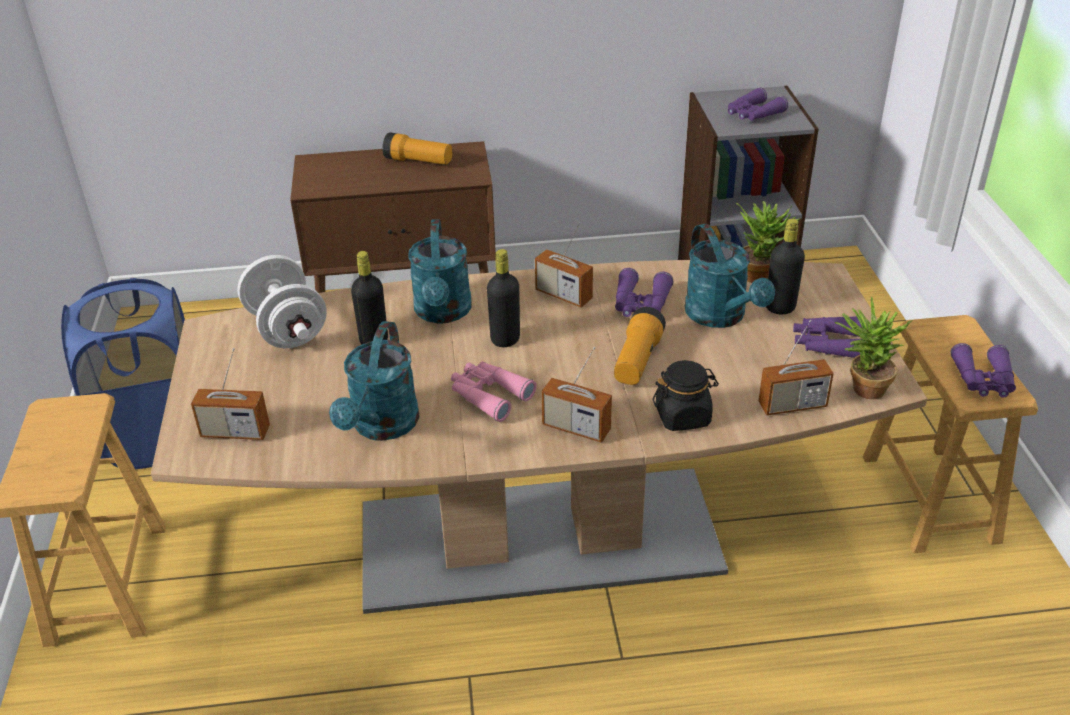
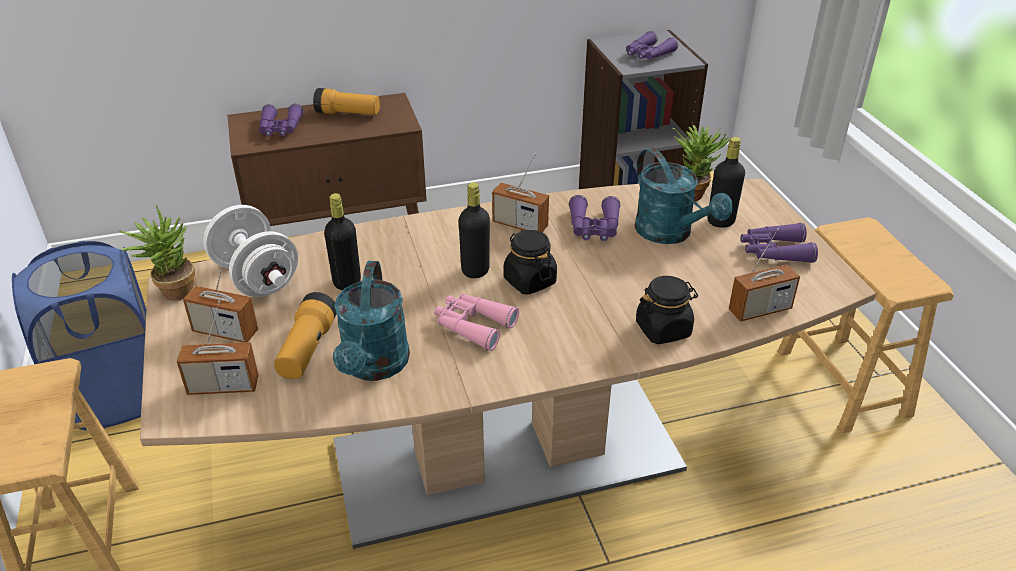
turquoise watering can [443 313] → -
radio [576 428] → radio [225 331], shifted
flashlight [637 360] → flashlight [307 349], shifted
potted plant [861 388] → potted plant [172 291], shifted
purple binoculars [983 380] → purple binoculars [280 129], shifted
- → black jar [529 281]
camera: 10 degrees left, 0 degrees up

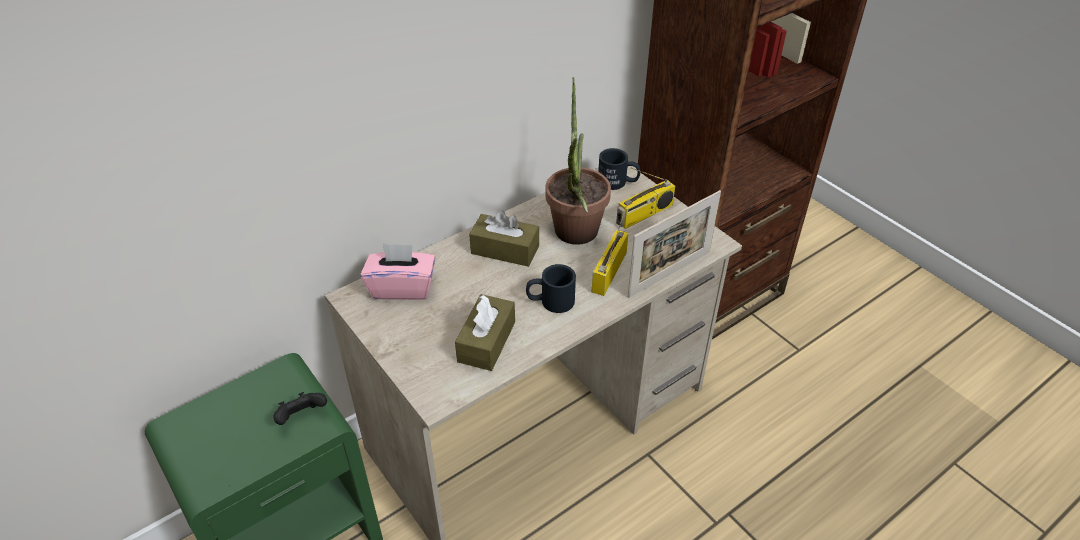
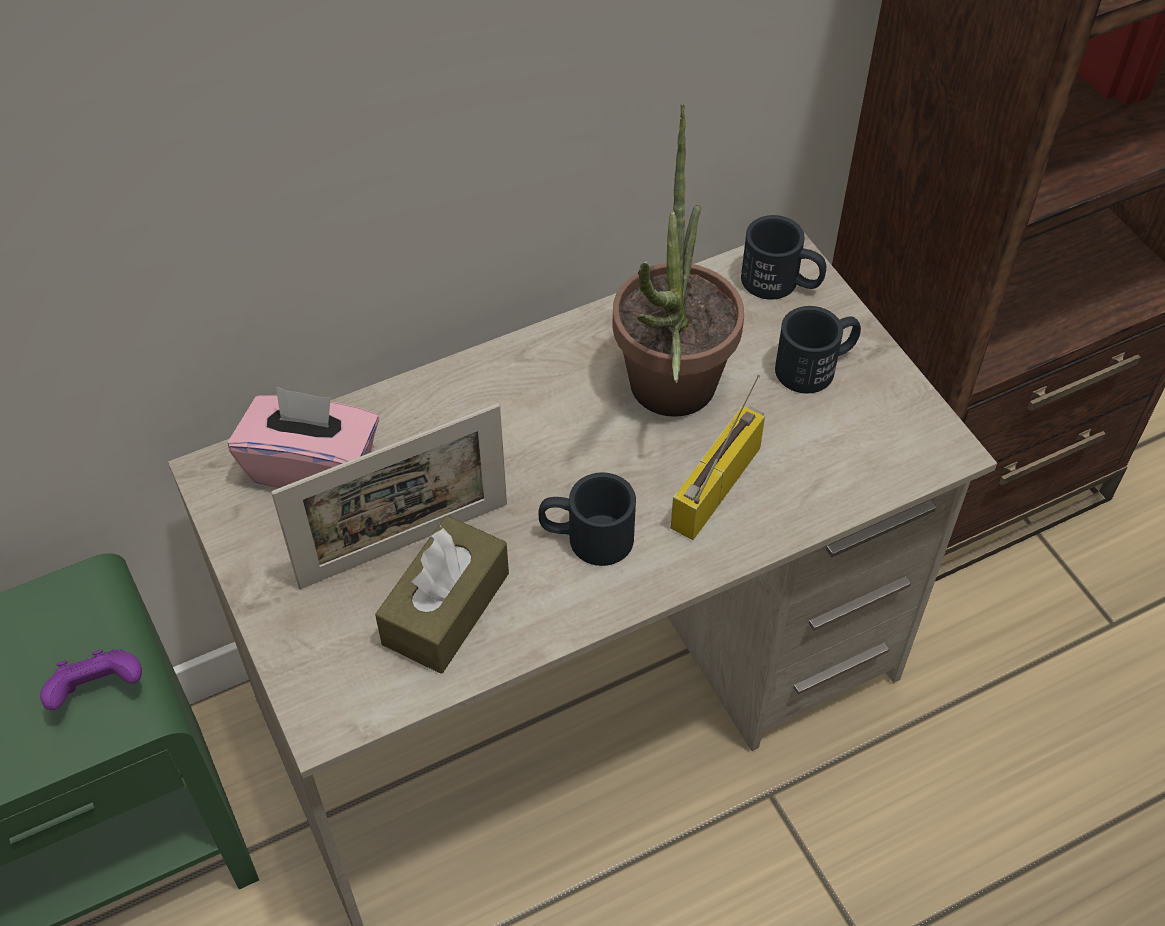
black game controller [302 417] → purple game controller [99 691]
brown tissue box [505 250] → -
radio [644 215] → black mug [816 366]
picture frame [669 274] → picture frame [404 545], shifted
camera: 10 degrees right, 10 degrees up

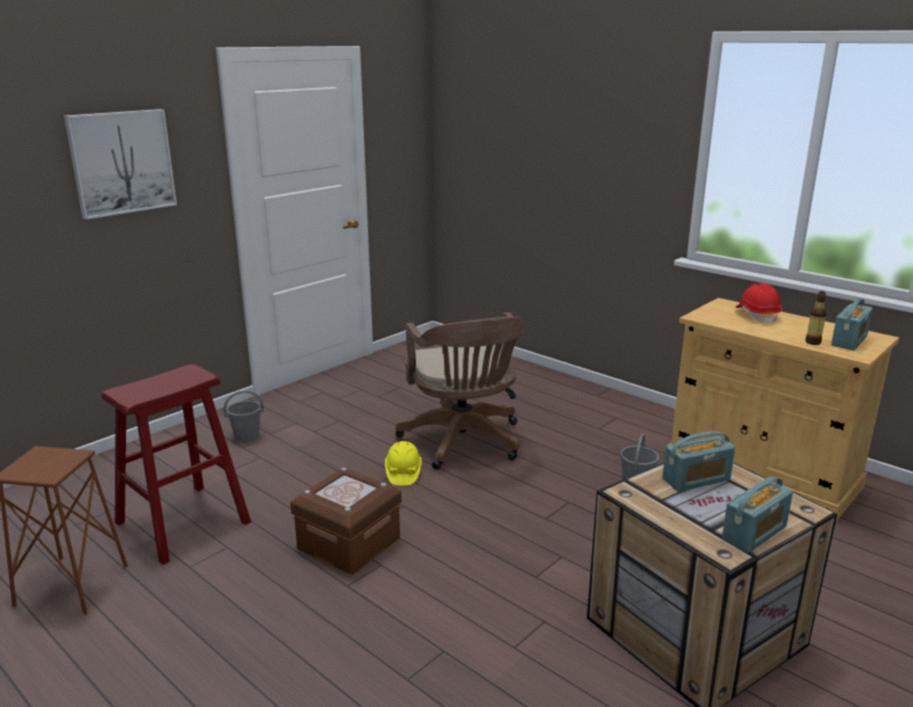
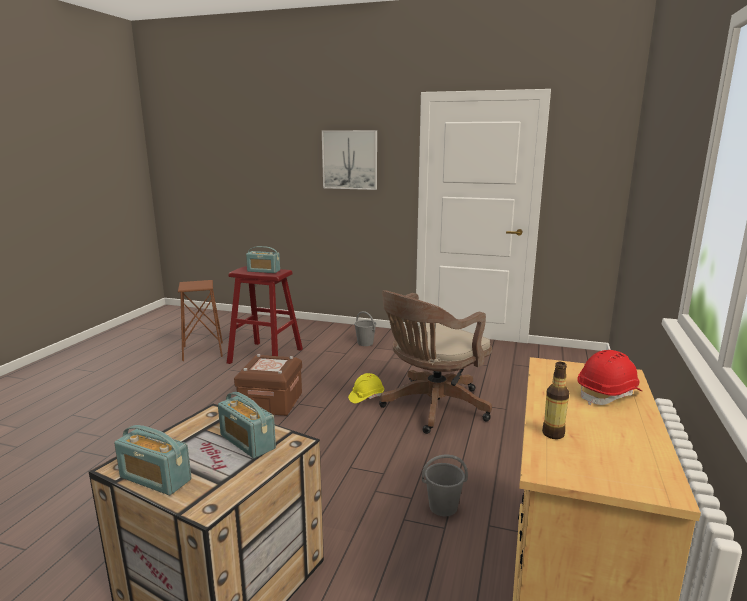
radio [849 341] → radio [263 271], shifted
camera: 65 degrees right, 5 degrees down

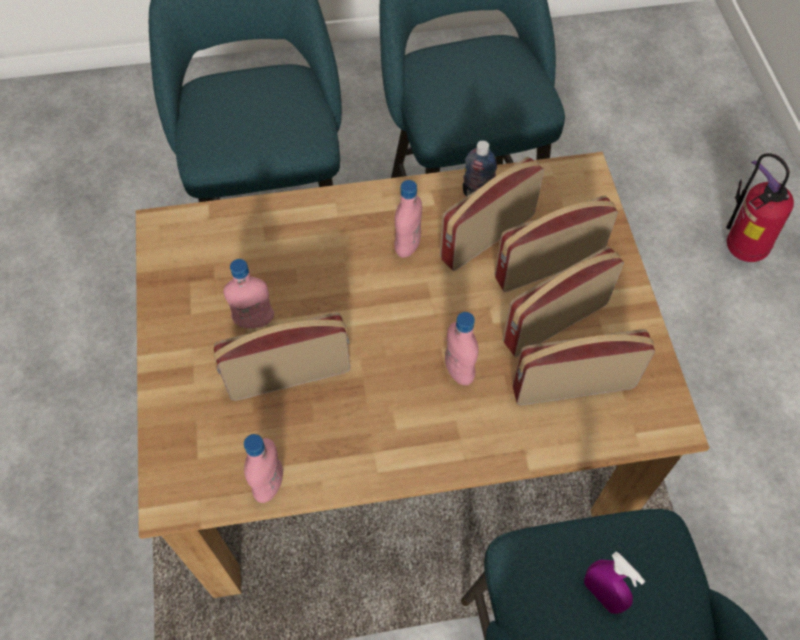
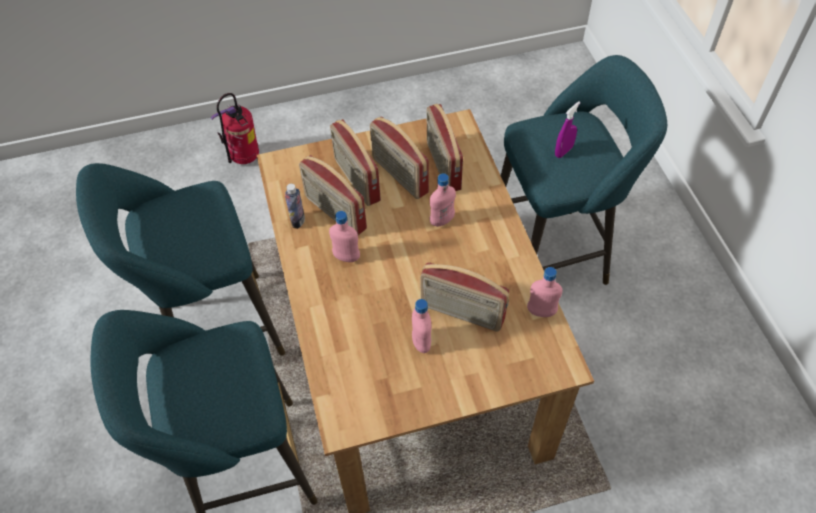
radio [289 375] → radio [461 313], 45 degrees counterclockwise
camera: 95 degrees left, 5 degrees down

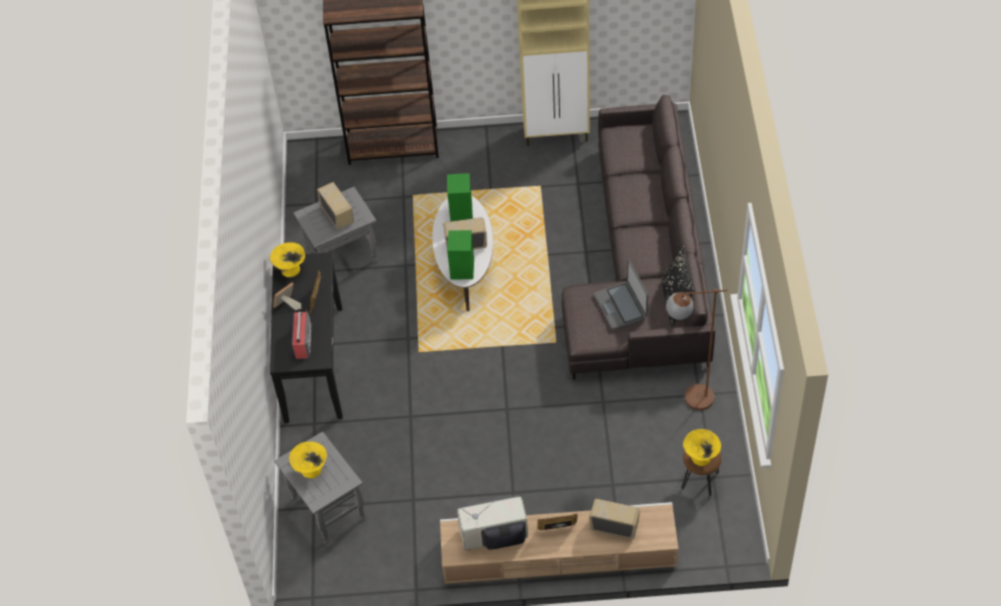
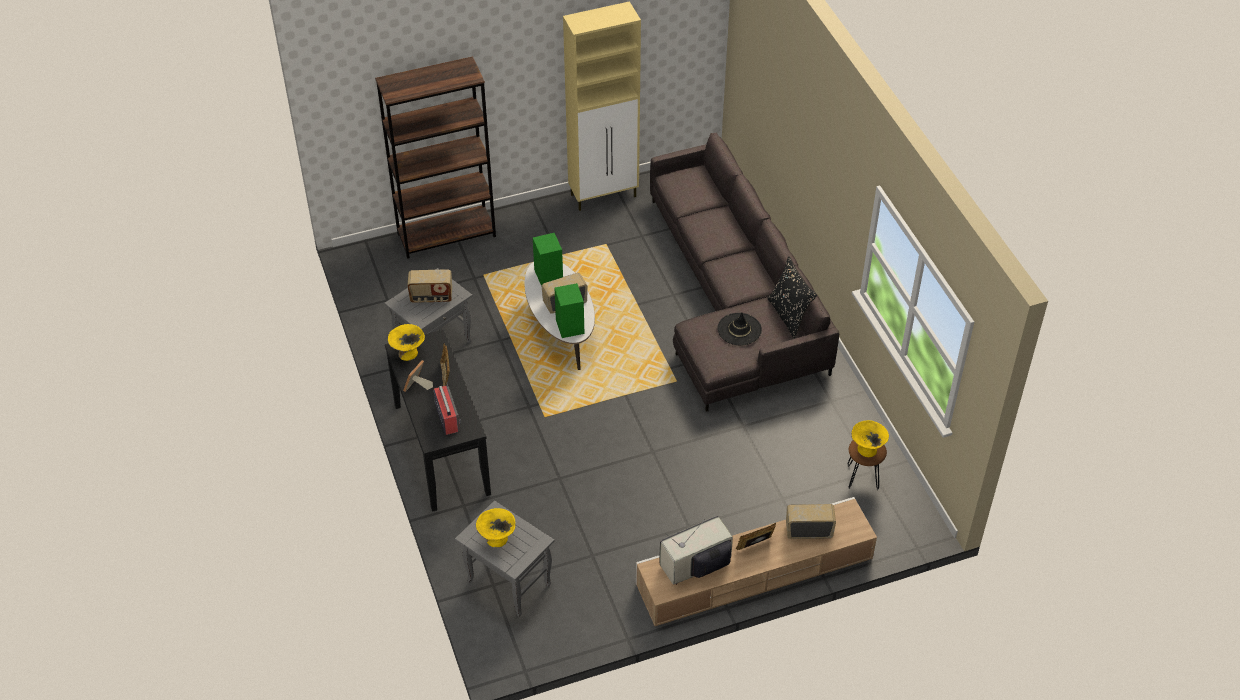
radio [338 215] → radio [431 297], 135 degrees clockwise
laptop [621 306] → black hat [739 329]
brown floor lamp [688 398] → -
camera: 20 degrees left, 5 degrees down

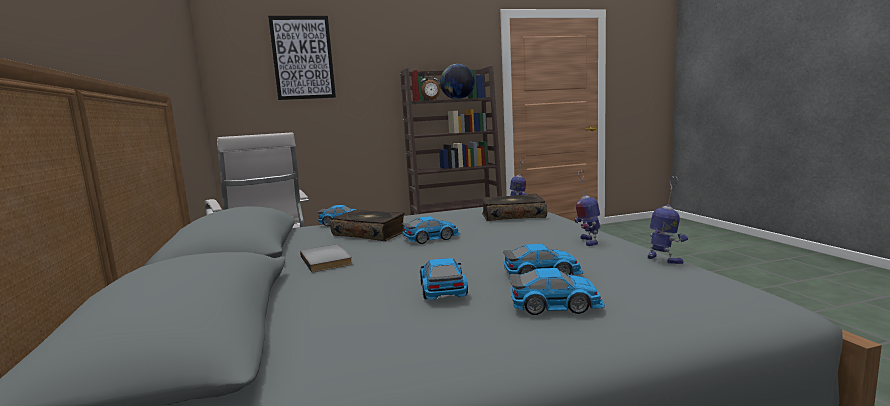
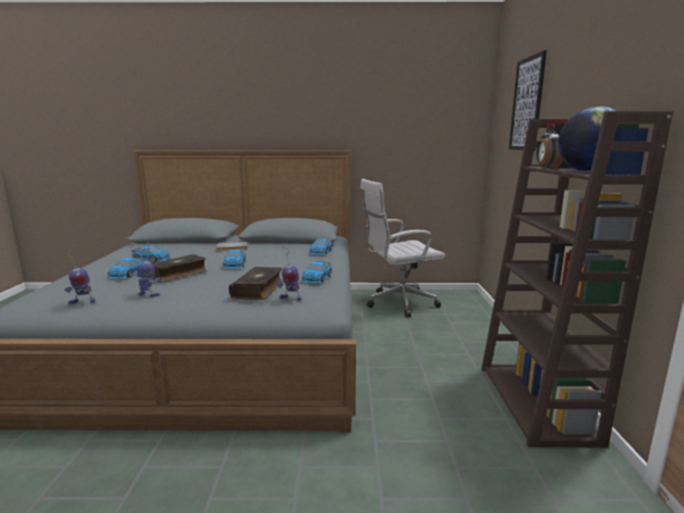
book [370 234] → book [178 274], shifted
toy car [556 305] → toy car [317 278], shifted
camera: 105 degrees right, 5 degrees up

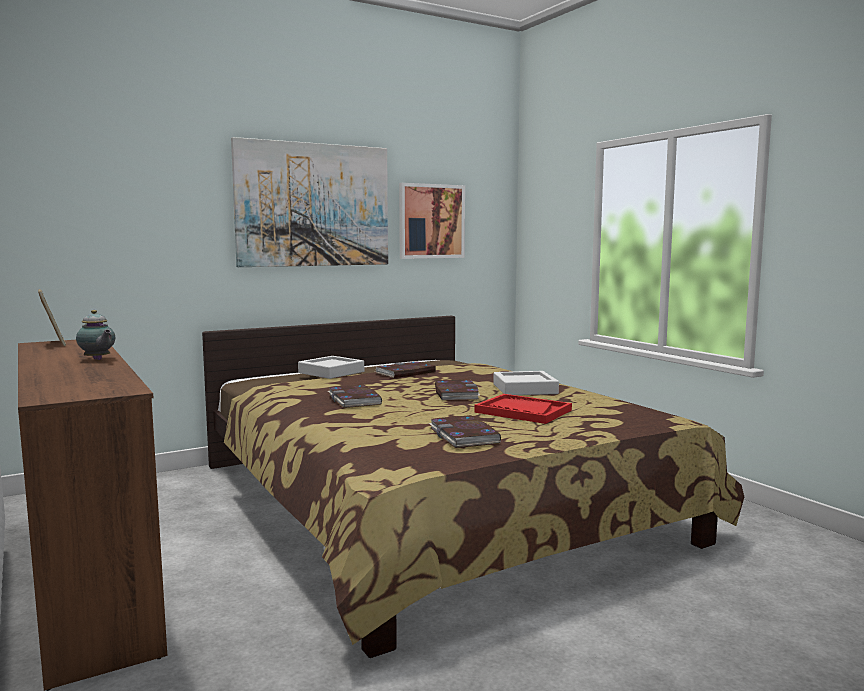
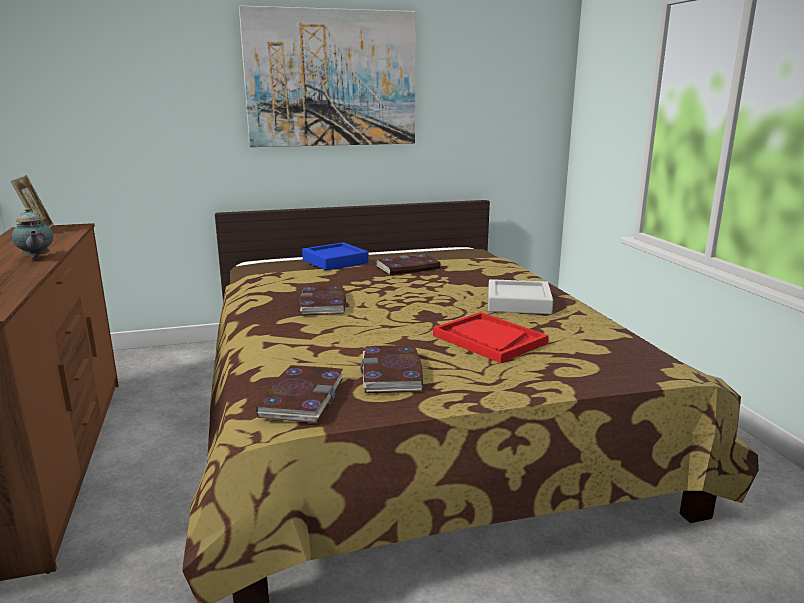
grey tray [331 372] → blue tray [335 261]
picture [431 221] → -
book [456 393] → book [302 397], shifted
camera: 15 degrees right, 10 degrees up

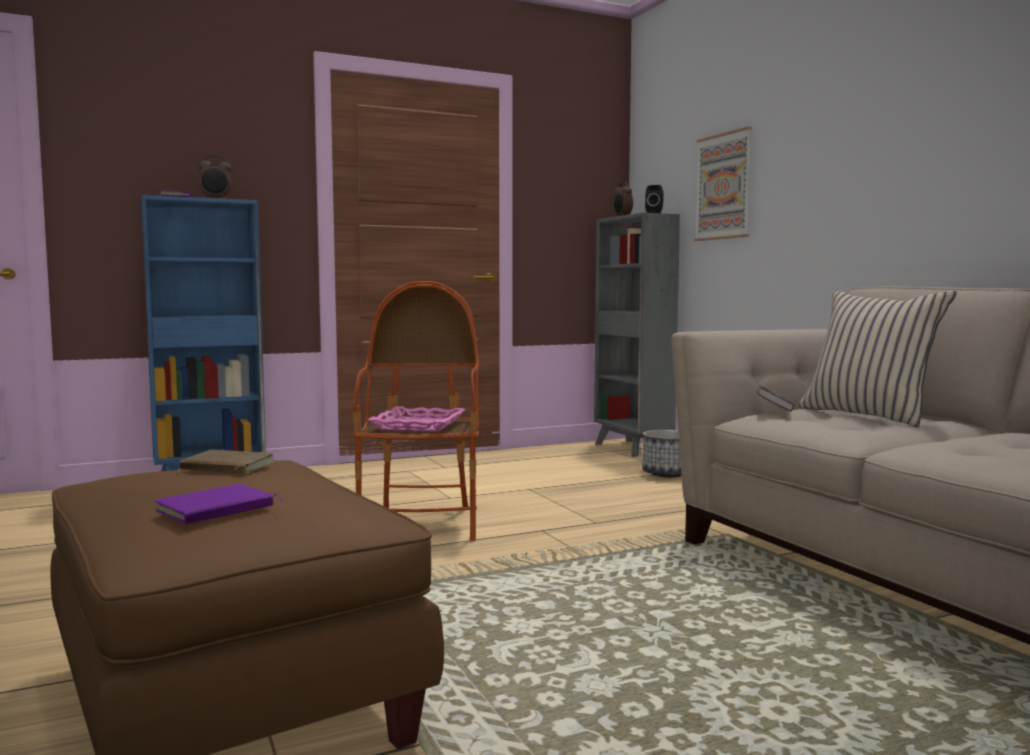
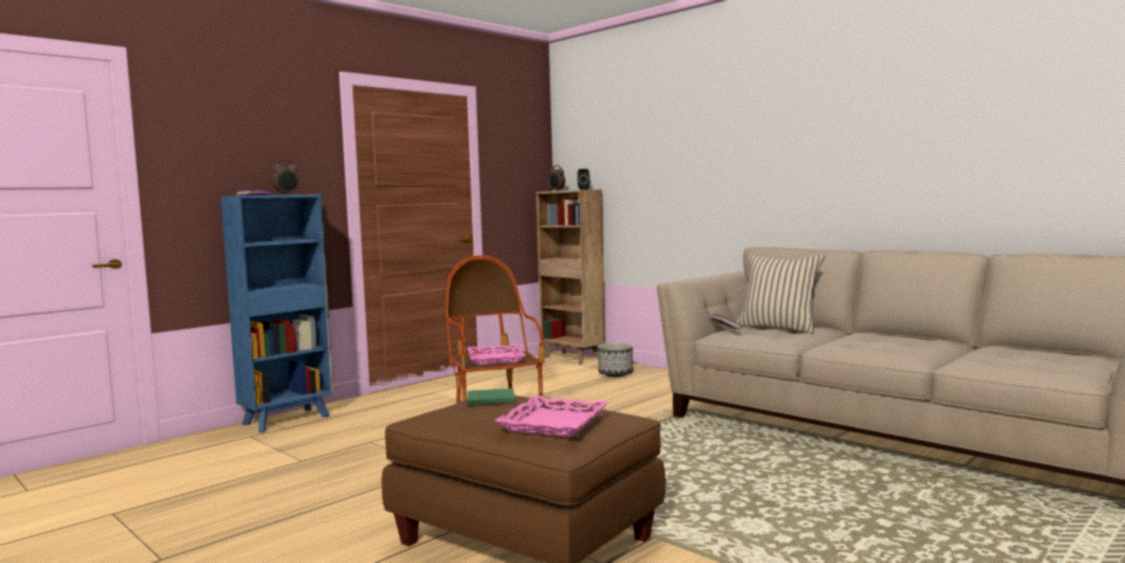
purple book [217 511] → pink tray [554 423]
brown book [225 468] → green book [491 400]
grey bookcase [632 449] → brown bookcase [573 358]
picture [724 186] → -
camera: 20 degrees left, 0 degrees up

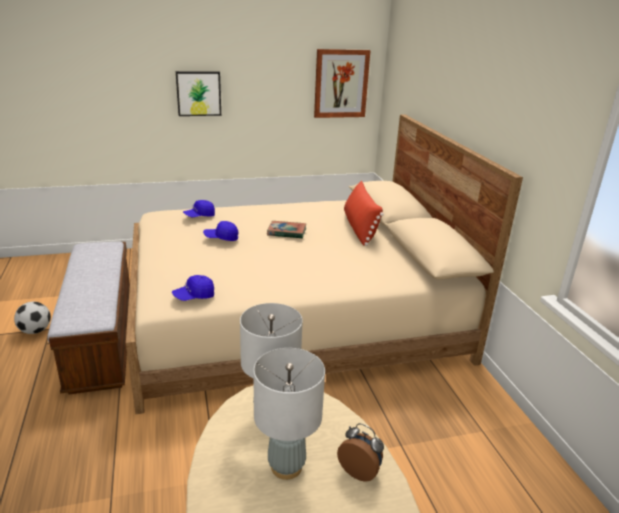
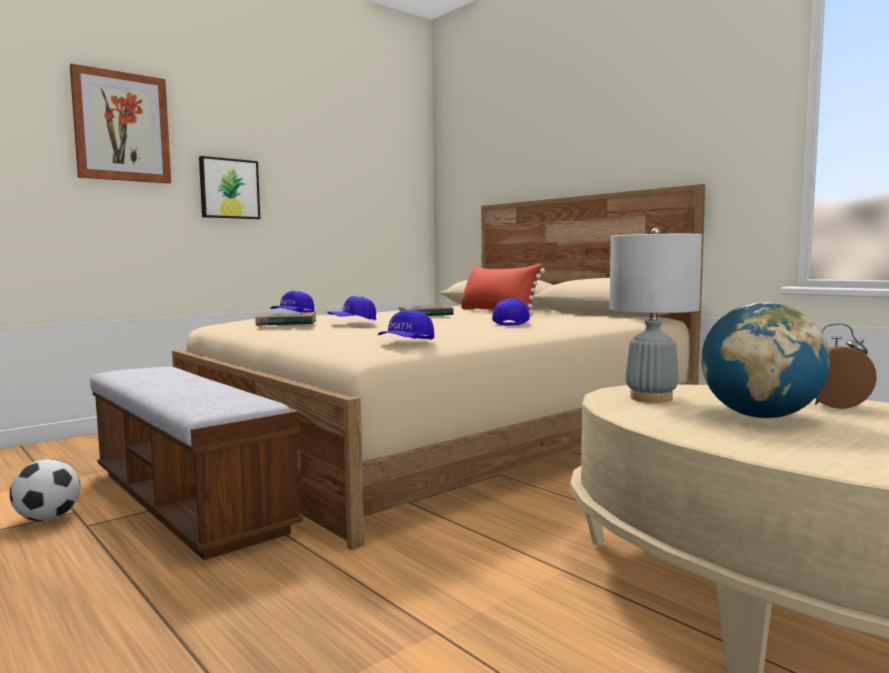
grey table lamp [286 467] → globe [760 416]
picture [341 83] → picture [122 127], shifted
- → book [287 324]
- → blue cap [511 323]
camera: 25 degrees left, 20 degrees down

